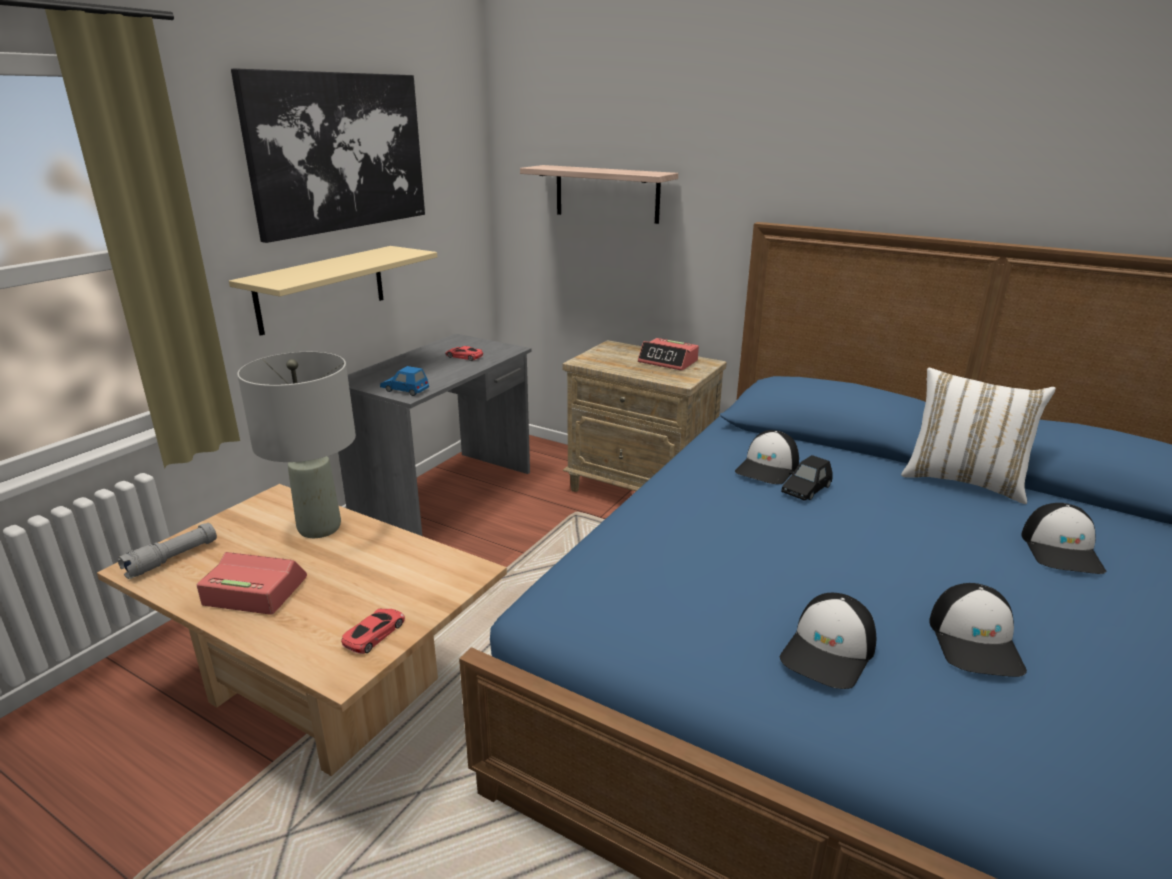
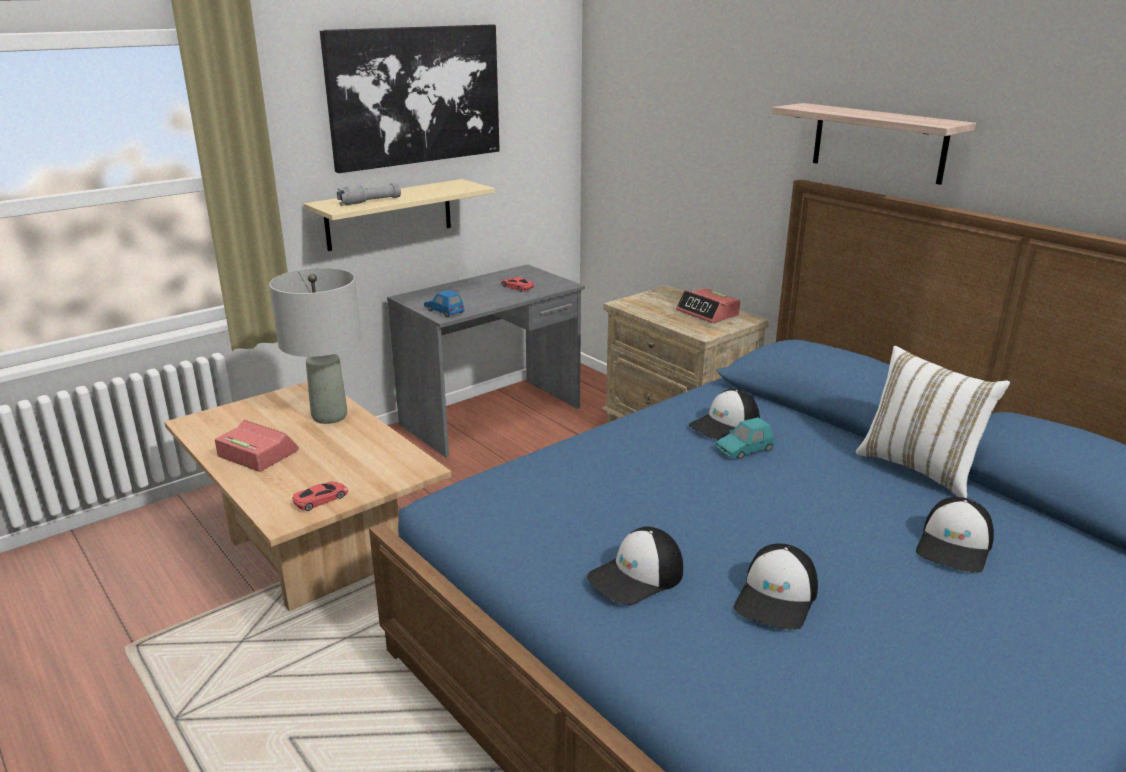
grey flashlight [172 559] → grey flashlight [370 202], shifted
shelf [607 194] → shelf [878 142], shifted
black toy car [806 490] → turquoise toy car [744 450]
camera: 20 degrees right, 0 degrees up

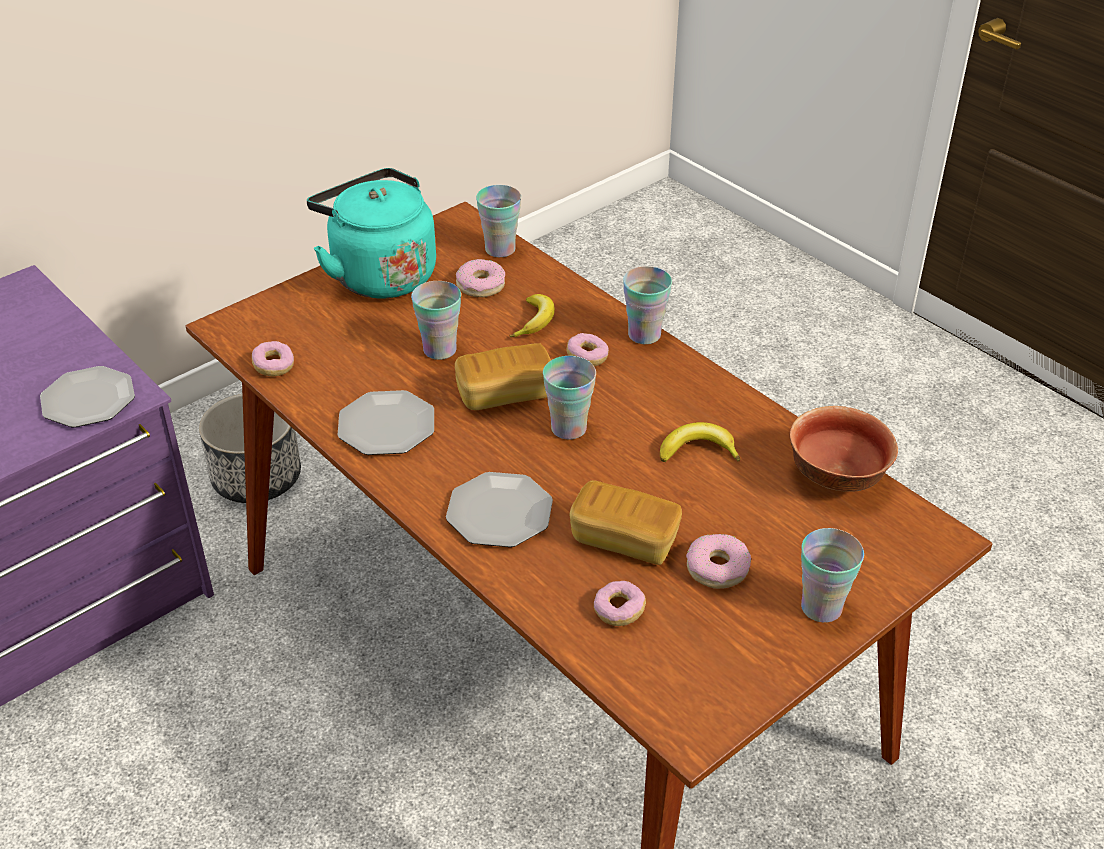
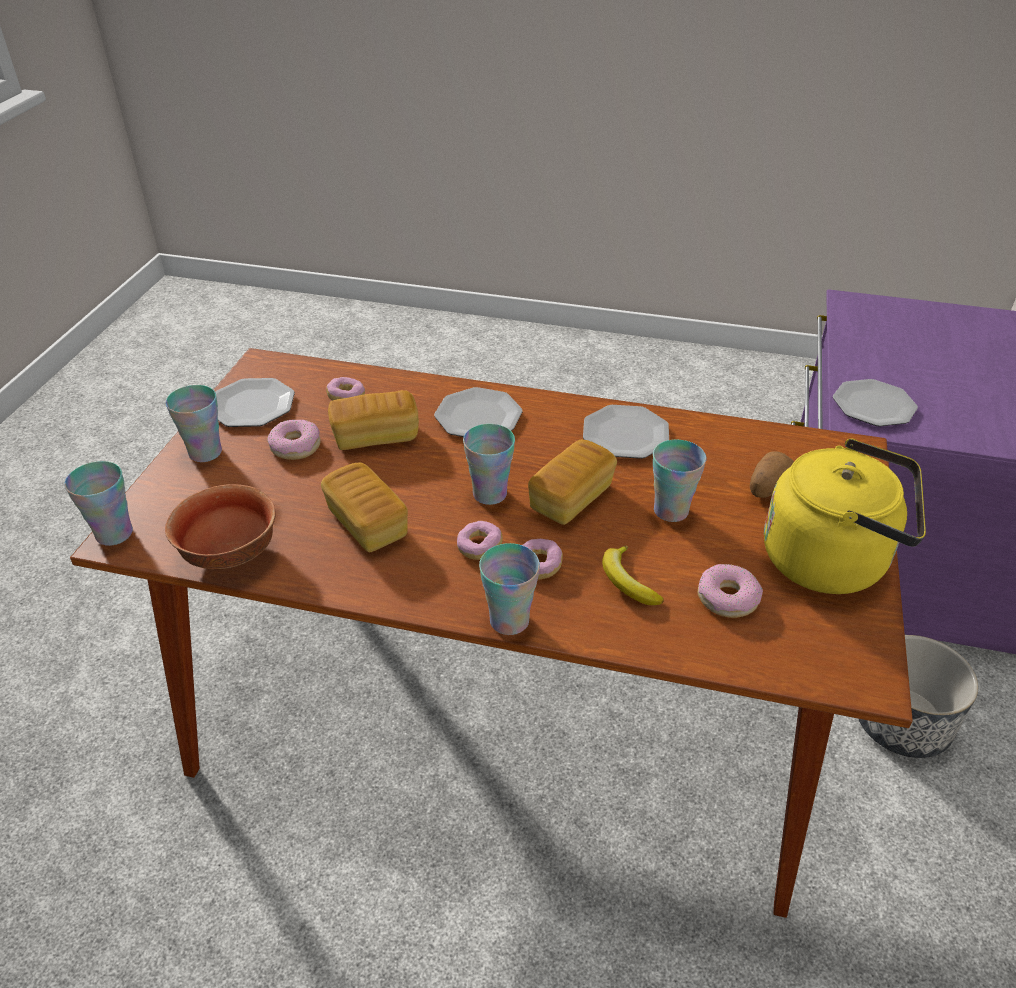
donut [274 366] → donut [479 548], shifted
turquoise kettle [379 274] → yellow kettle [831 560]
cup [500 249] → cup [114 534], shifted
banana [698 450] → bread [367 523]
- → plate [251 405]
- → potato [767 489]
camera: 145 degrees right, 0 degrees up

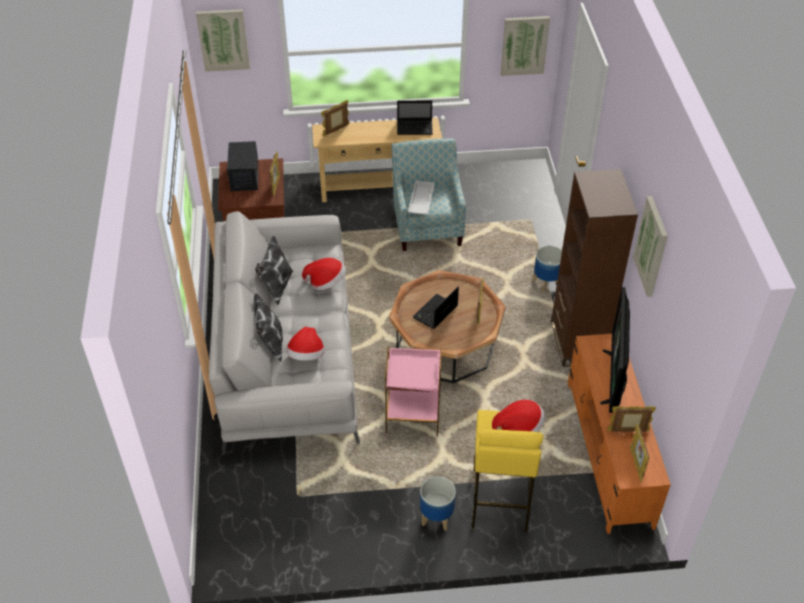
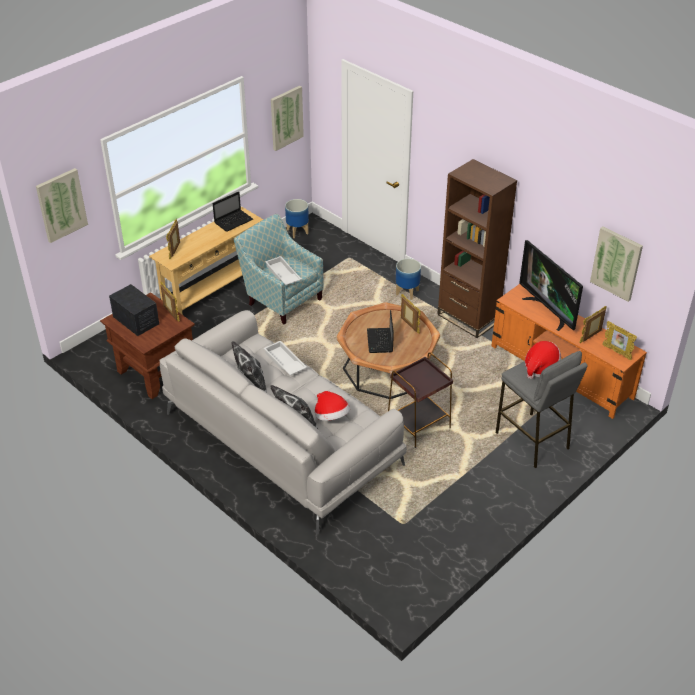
hat [326 282] → white tray [284 362]
pink side table [412 415] → brown side table [417 425]
planter [437 517] → planter [298 231], shifted
yellow stool [499 500] → grey stool [532 441]
picture [652 246] → picture [616 263], shifted
camera: 40 degrees left, 5 degrees down

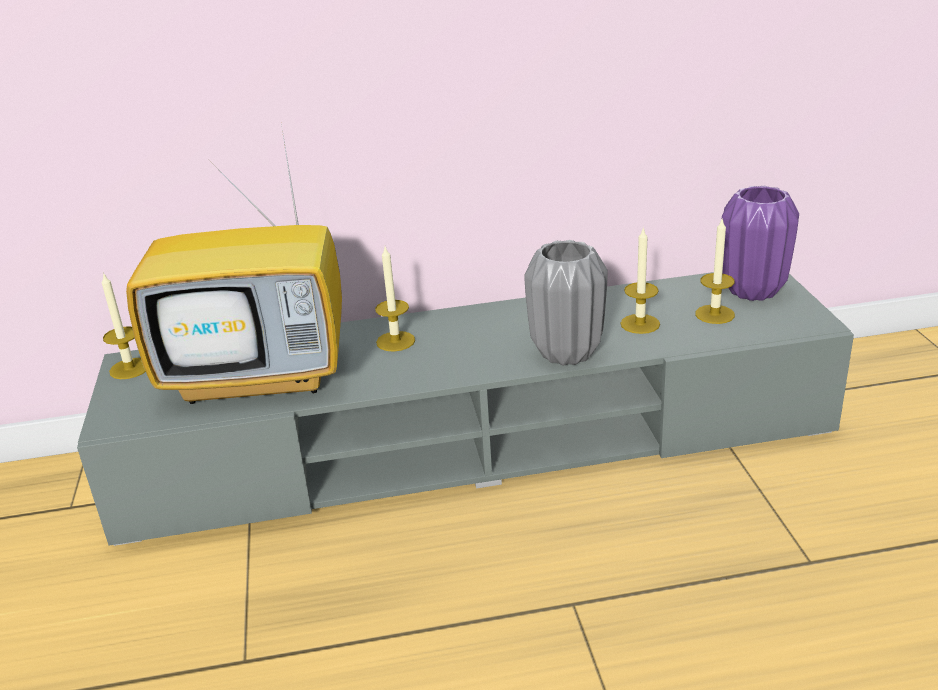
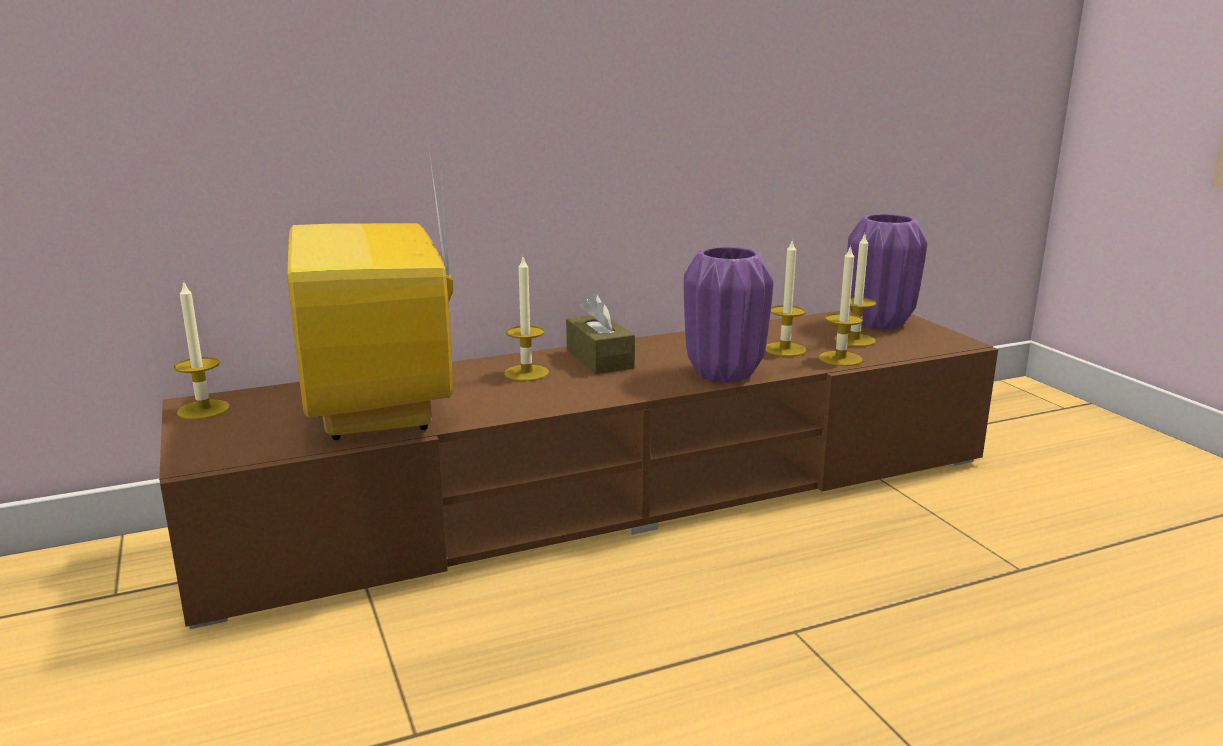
grey tv stand [477 443] → brown tv stand [613 495]
television [262 376] → television [380 407], 90 degrees clockwise
grey vase [565 353] → purple vase [722 374]
- → brown tissue box [599 359]
- → candle [840 359]
camera: 15 degrees left, 10 degrees down

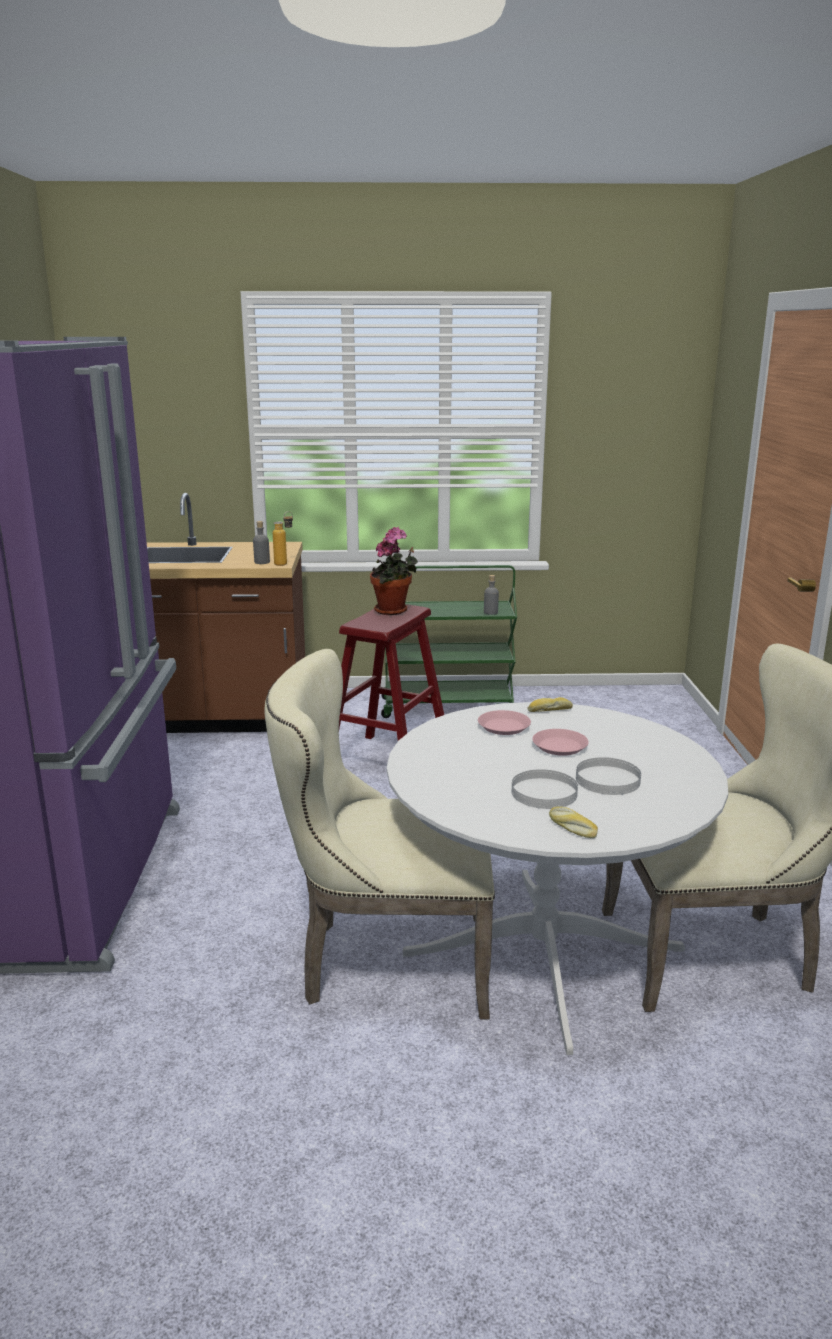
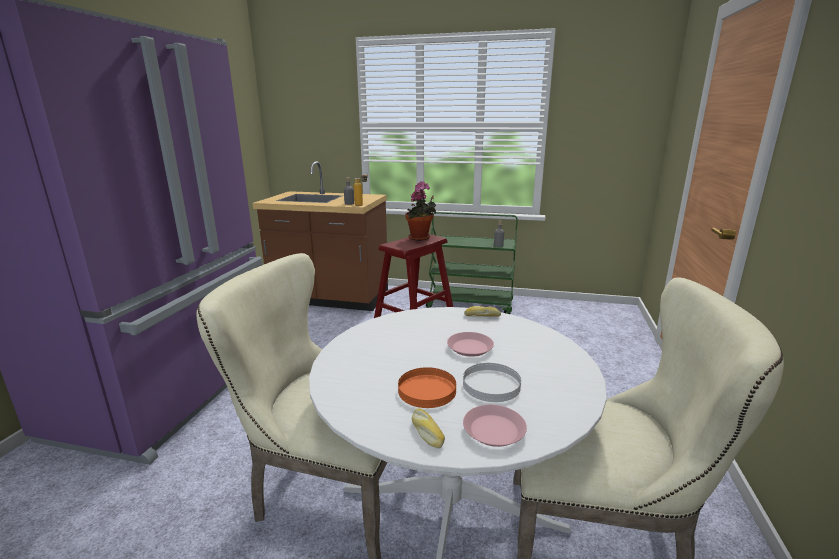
pink plate [503 727] → pink plate [493 430], shifted
white plate [544 793] → orange plate [427 390]
camera: 15 degrees right, 0 degrees up

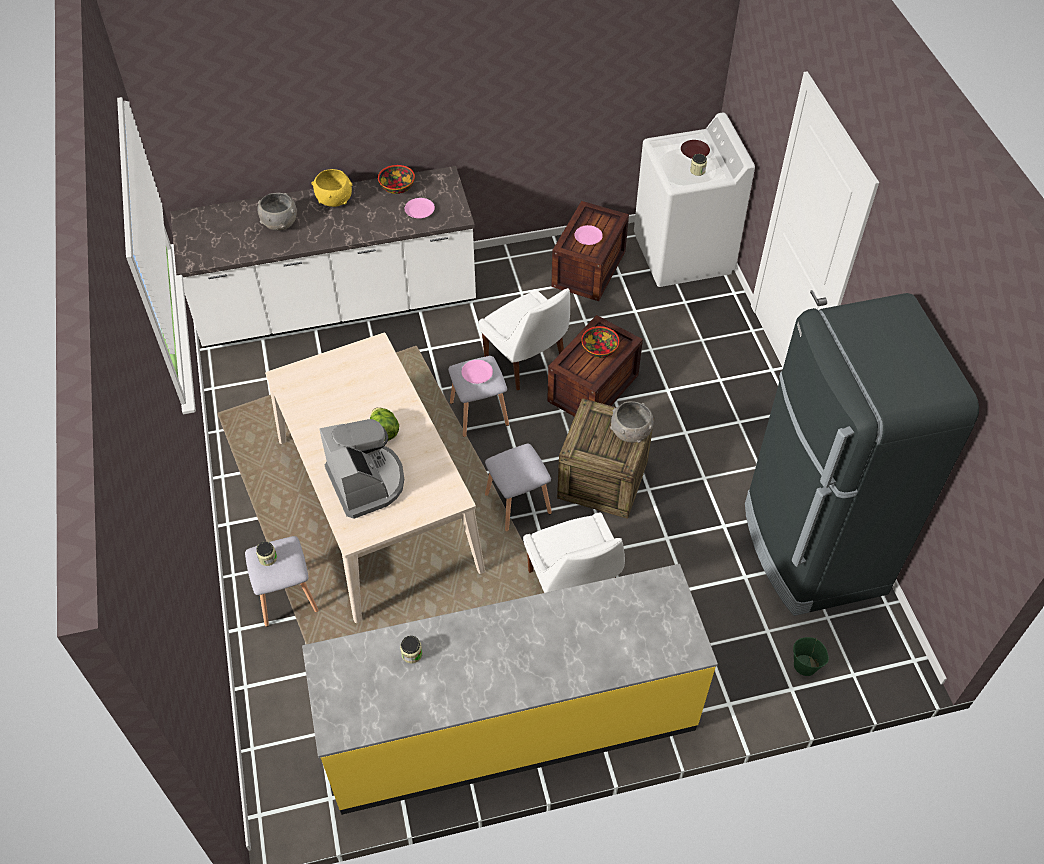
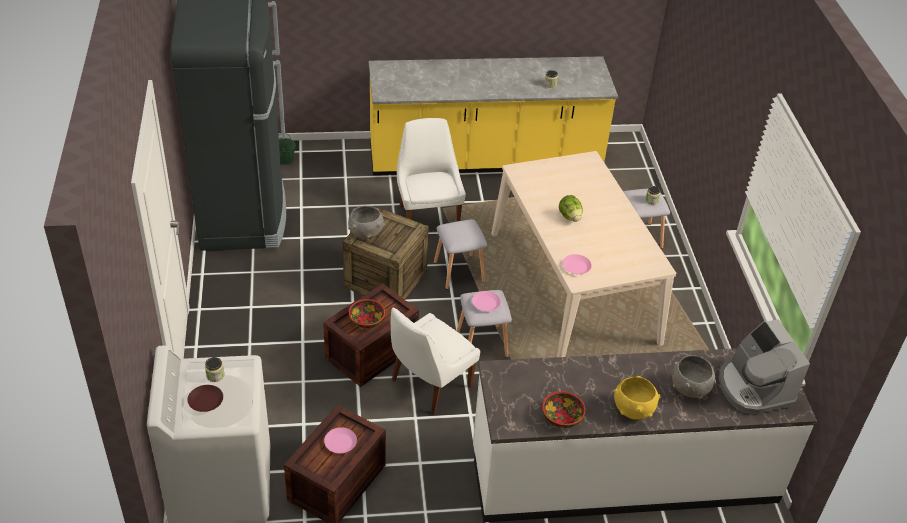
coffee machine [366 482] → coffee machine [753 387], shifted
pink plate [420 211] → pink plate [576 266], shifted
white chair [527 362] → white chair [429 385], 105 degrees counterclockwise
camera: 175 degrees left, 10 degrees down

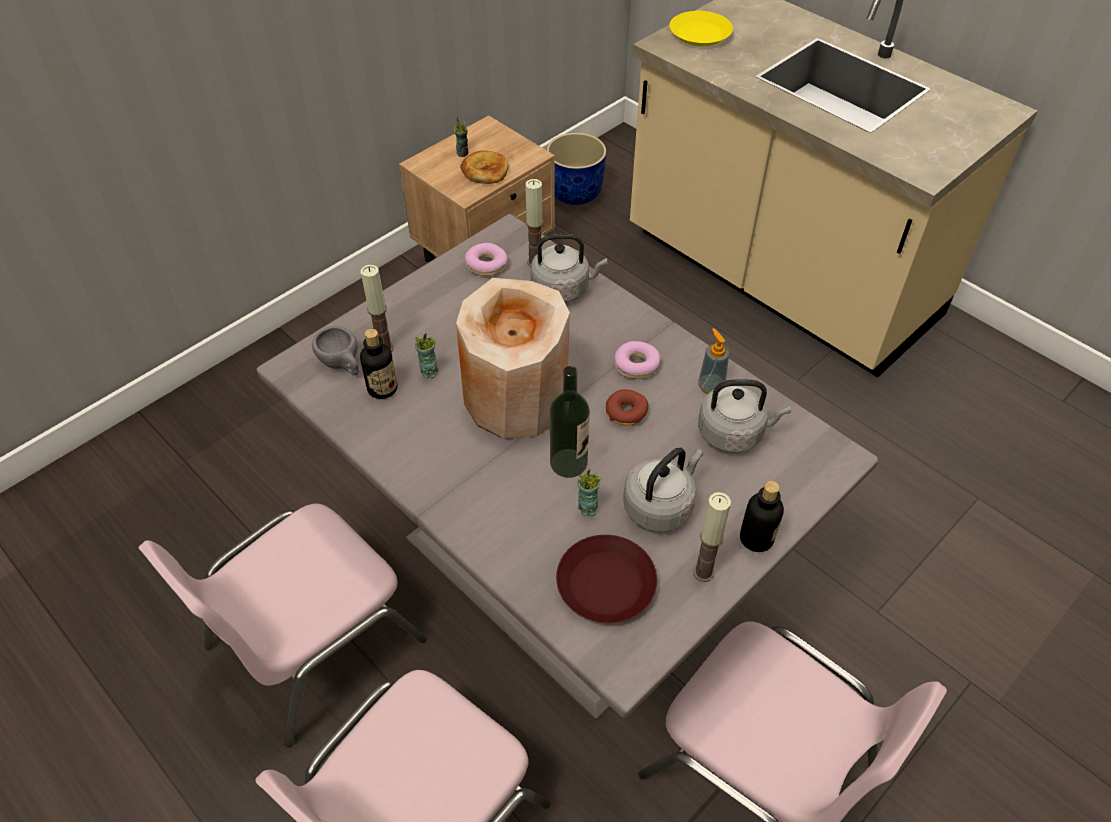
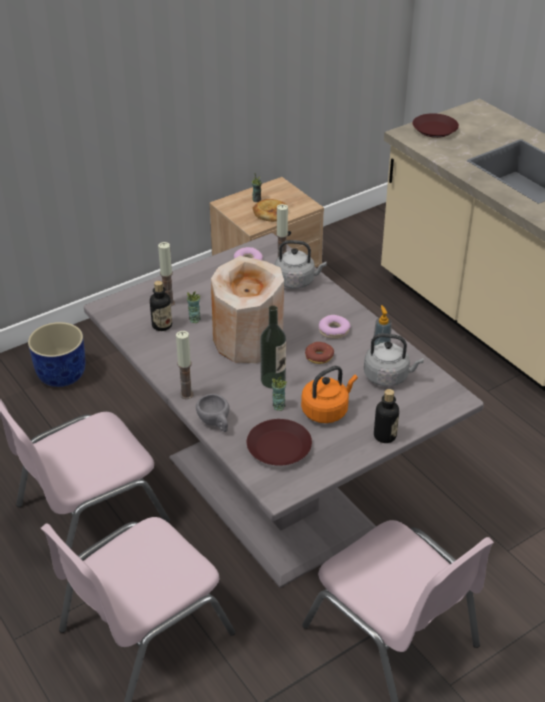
grey cup [342 364] → grey cup [215 423], shifted
blue planter [575 192] → blue planter [62 374], shifted
grey kettle [660 506] → orange kettle [326 410]
yellow plate [700 35] → brown plate [434 130]
candle [703 572] → candle [186 394], shifted
camera: 10 degrees right, 10 degrees down

